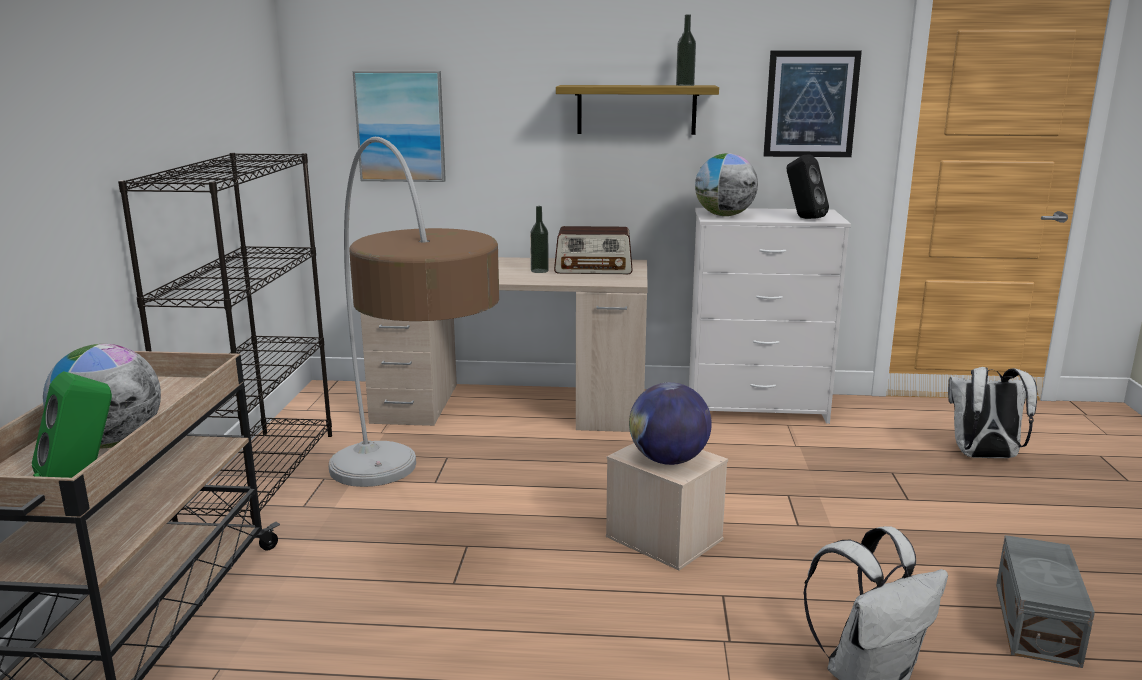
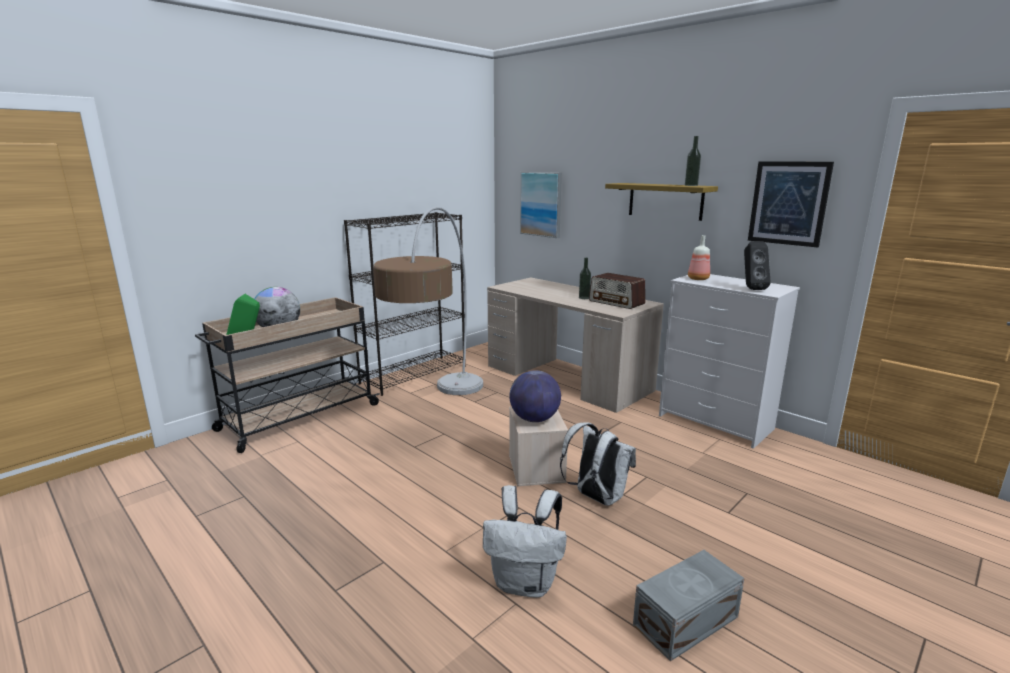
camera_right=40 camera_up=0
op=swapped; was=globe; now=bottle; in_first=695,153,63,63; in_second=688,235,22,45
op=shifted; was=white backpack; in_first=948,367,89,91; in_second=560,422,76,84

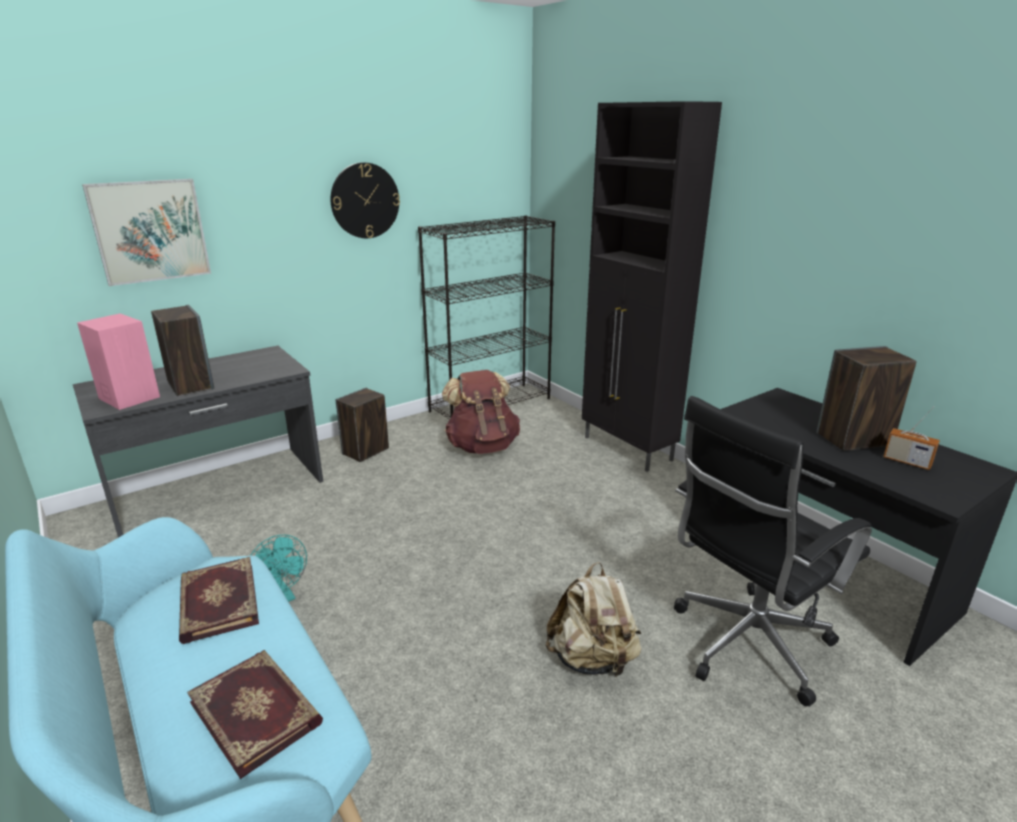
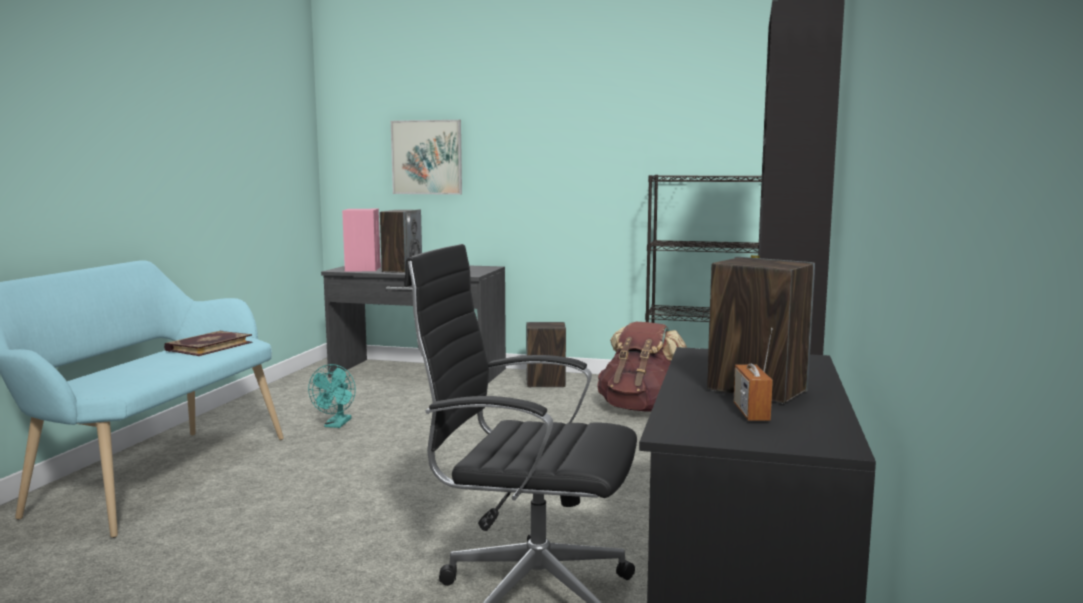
camera_right=50 camera_up=-15
op=gone; was=wall clock; in_first=331,162,69,76
op=gone; was=beige backpack; in_first=545,562,96,116
op=gone; was=book; in_first=187,650,136,129

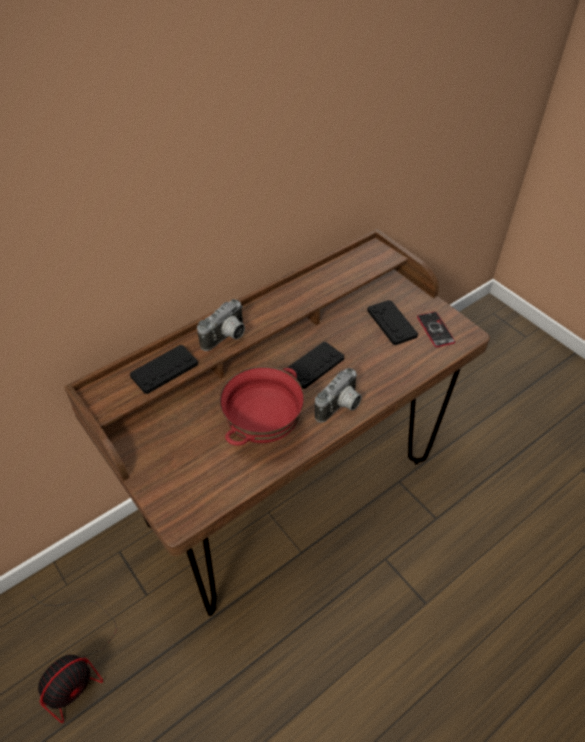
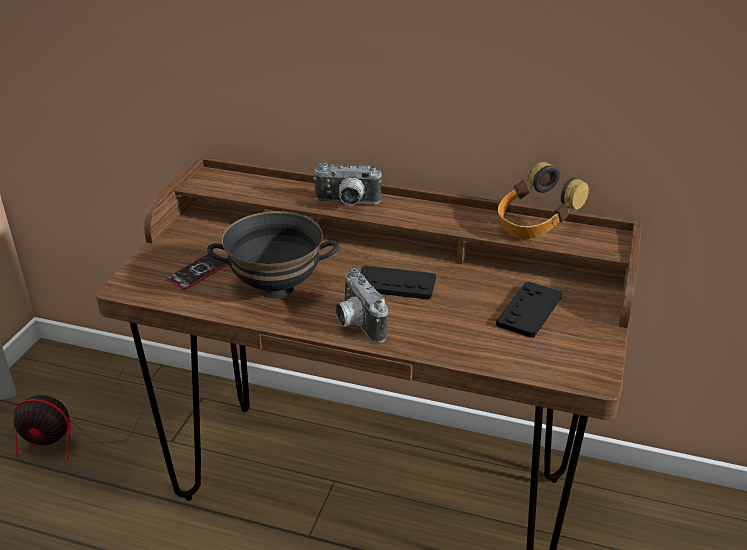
camera_right=55 camera_up=-15
op=shifted; was=phone; in_first=417,312,38,35; in_second=166,254,63,36
op=gone; was=black game controller; in_first=130,345,68,49
op=repainted; was=red bowl; now=black bowl; in_first=220,366,84,80; in_second=207,211,132,87
op=rotated; was=photo camera; in_first=315,368,47,55; in_second=336,267,52,76; clockwise=60
op=new; now=headphones; in_second=498,162,91,77

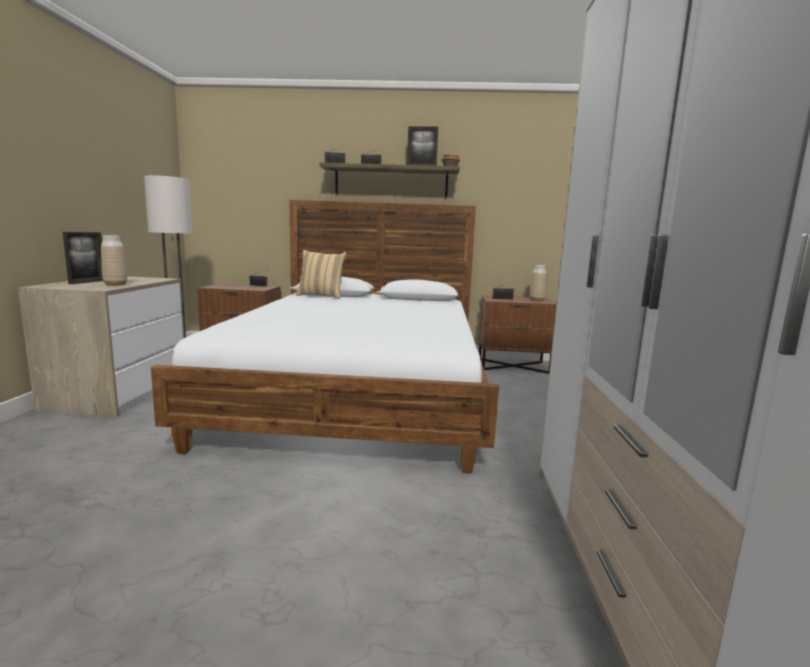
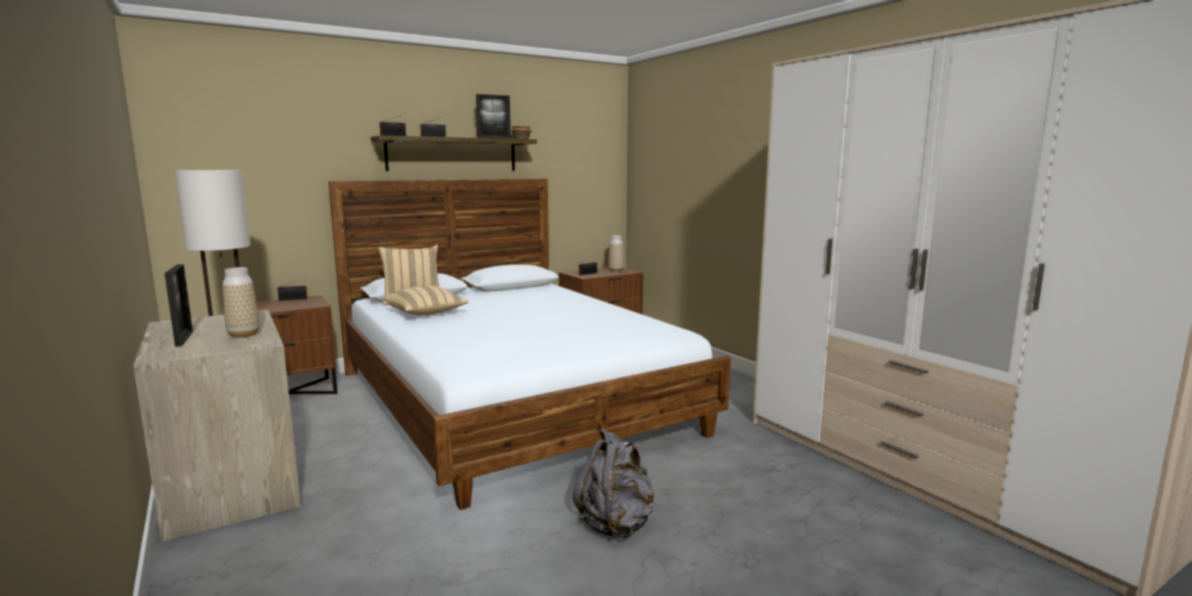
camera_right=-35 camera_up=0
op=new; now=beige pillow; in_second=384,286,85,29
op=new; now=grey backpack; in_second=573,428,82,110

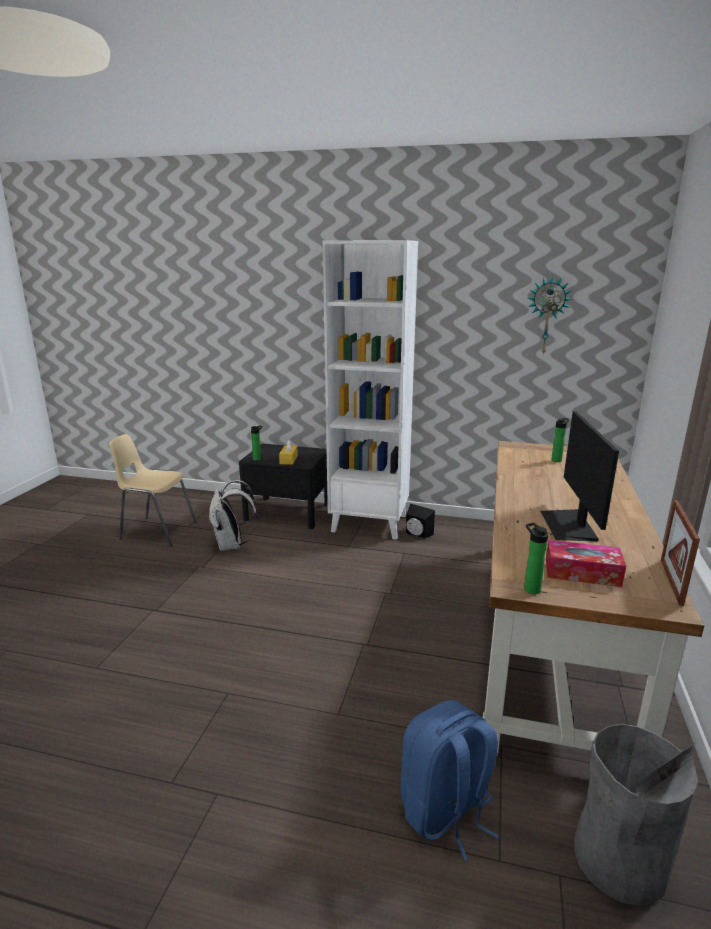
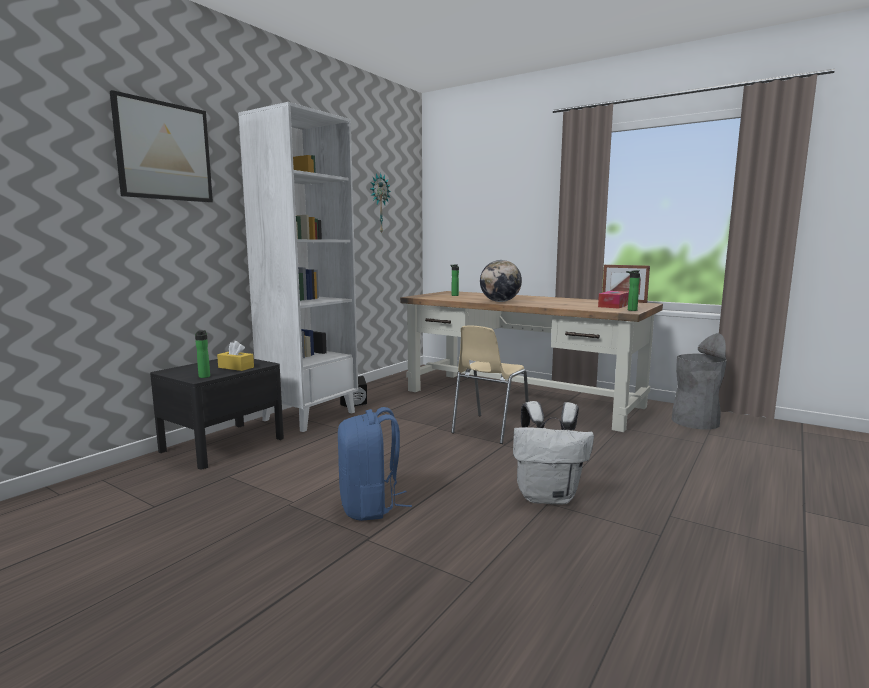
camera_right=-70 camera_up=-10
op=gone; was=monitor; in_first=540,411,79,131
op=shifted; was=beige chair; in_first=109,434,88,112; in_second=451,325,79,119
op=shifted; was=white backpack; in_first=209,480,49,71; in_second=513,401,81,104
op=shifted; was=blue backpack; in_first=400,700,99,161; in_second=338,407,74,114
op=new; now=picture; in_second=110,90,103,112
op=new; now=globe; in_second=480,260,42,42

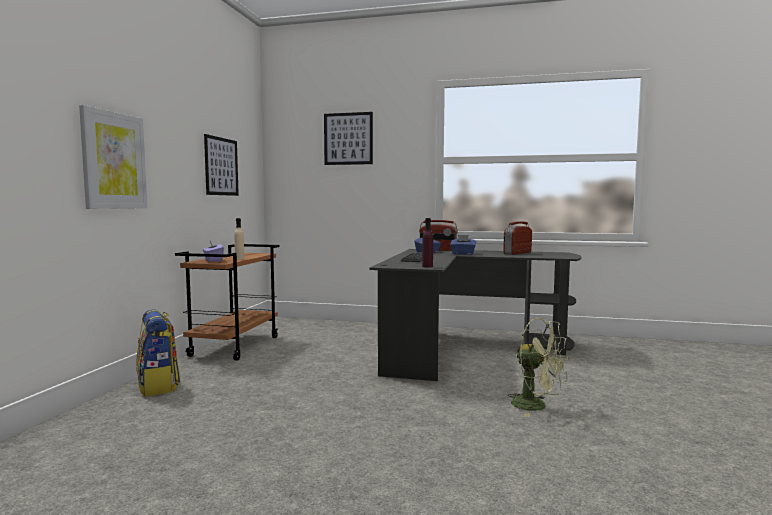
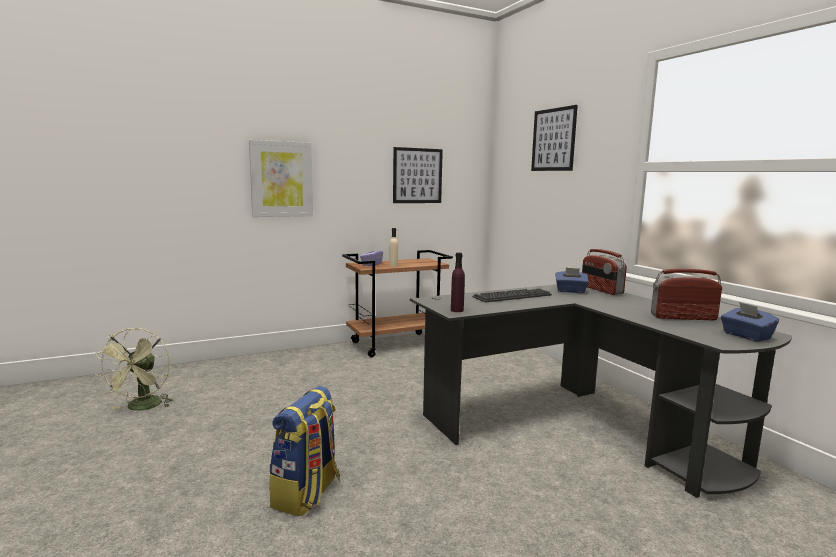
camera_right=50 camera_up=5
op=shifted; was=blue tissue box; in_first=450,235,26,20; in_second=721,302,58,40
op=shifted; was=backpack; in_first=136,309,45,88; in_second=269,386,71,131
op=shifted; was=green fan; in_first=508,318,62,99; in_second=95,328,78,83

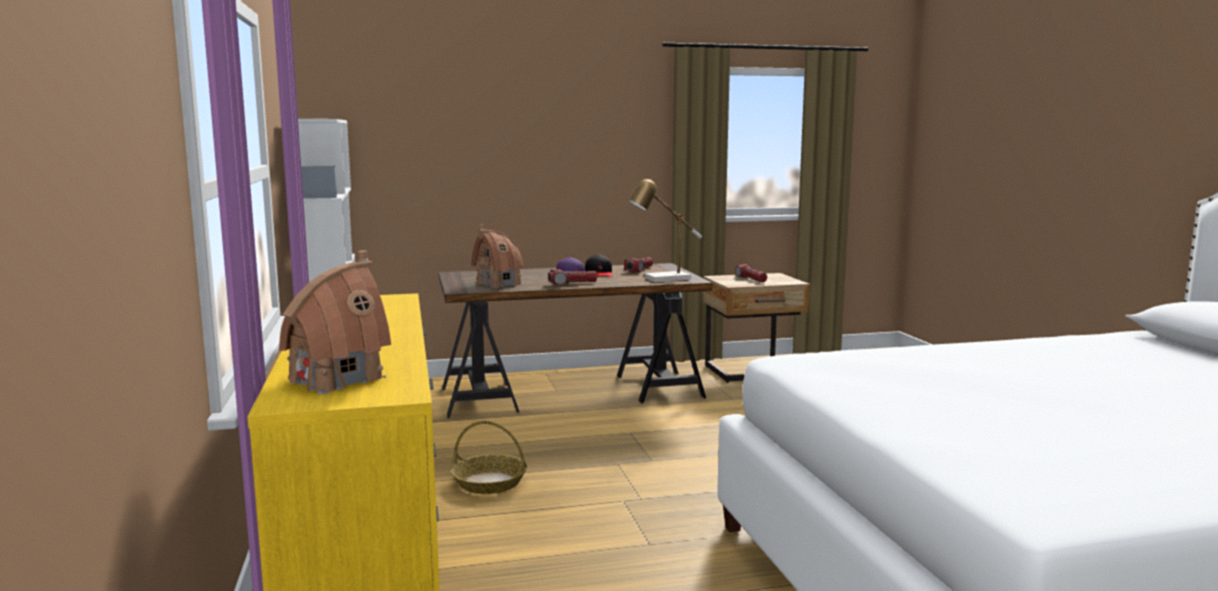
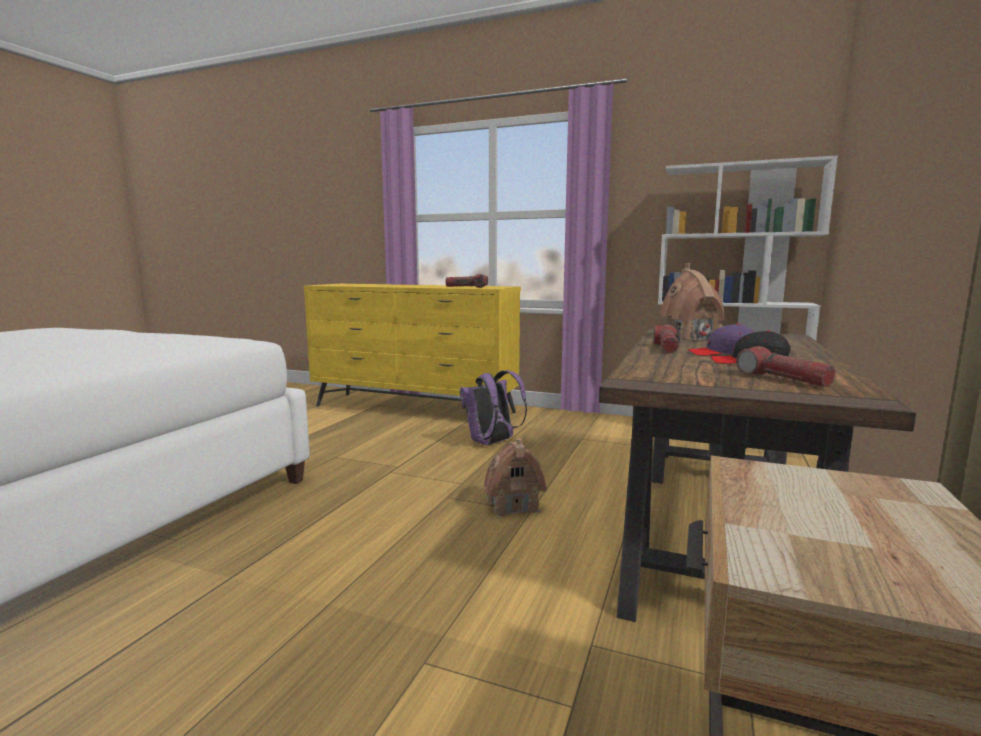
camera_right=125 camera_up=0
op=gone; was=table lamp; in_first=628,177,74,105
op=shifted; was=toy house; in_first=279,250,112,144; in_second=484,439,63,79
op=shifted; was=flashlight; in_first=735,264,32,19; in_second=446,274,42,14
op=swapped; was=basket; now=purple backpack; in_first=451,421,76,73; in_second=460,370,67,75

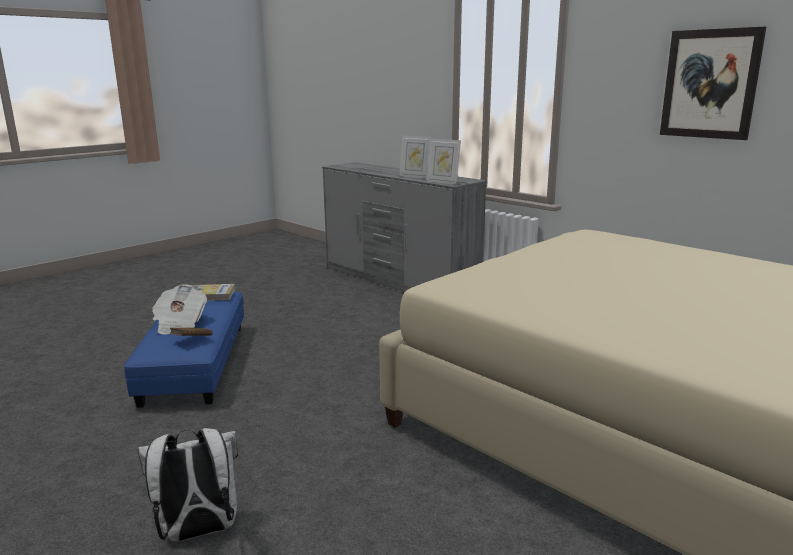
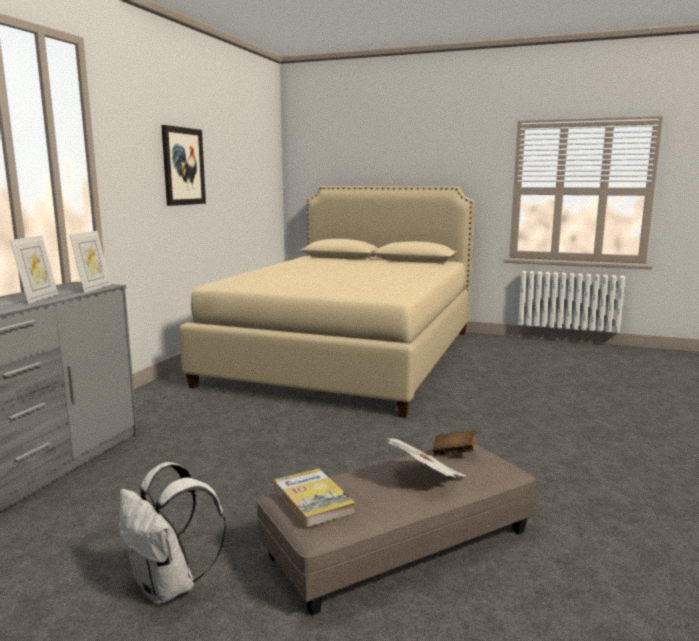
camera_right=-115 camera_up=-5
op=repainted; was=blue ottoman; now=grey ottoman; in_first=124,292,120,116; in_second=257,444,279,172
op=shifted; was=white backpack; in_first=138,428,100,113; in_second=118,462,108,143

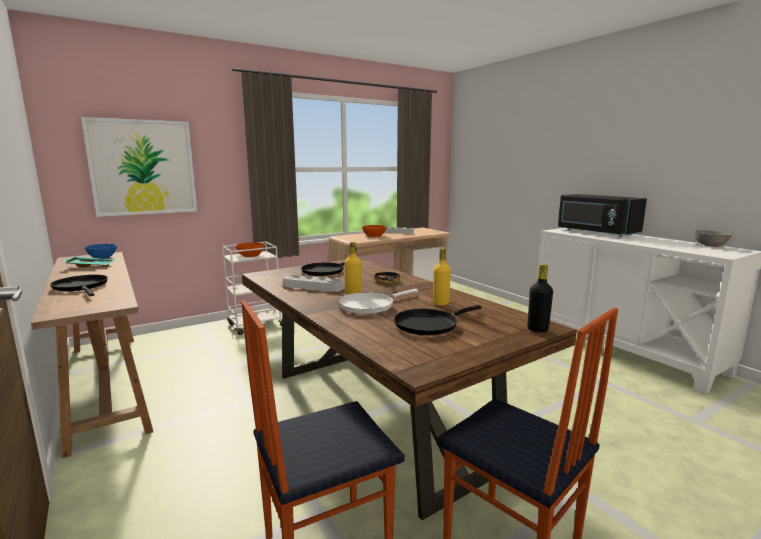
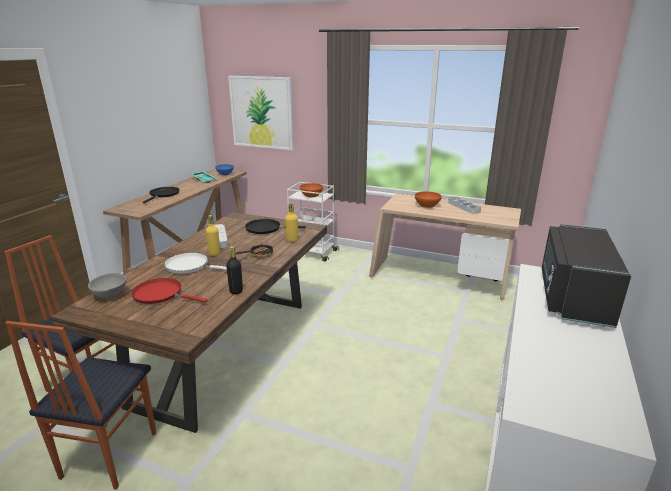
camera_right=55 camera_up=10
op=shifted; was=grey bowl; in_first=694,230,38,17; in_second=88,273,38,25
op=shifted; was=yellow bottle; in_first=433,248,18,57; in_second=285,203,13,39
op=shifted; was=black bottle; in_first=527,264,26,69; in_second=226,246,17,48
op=repainted; was=black frying pan; now=red frying pan; in_first=394,305,88,30; in_second=131,278,77,26

